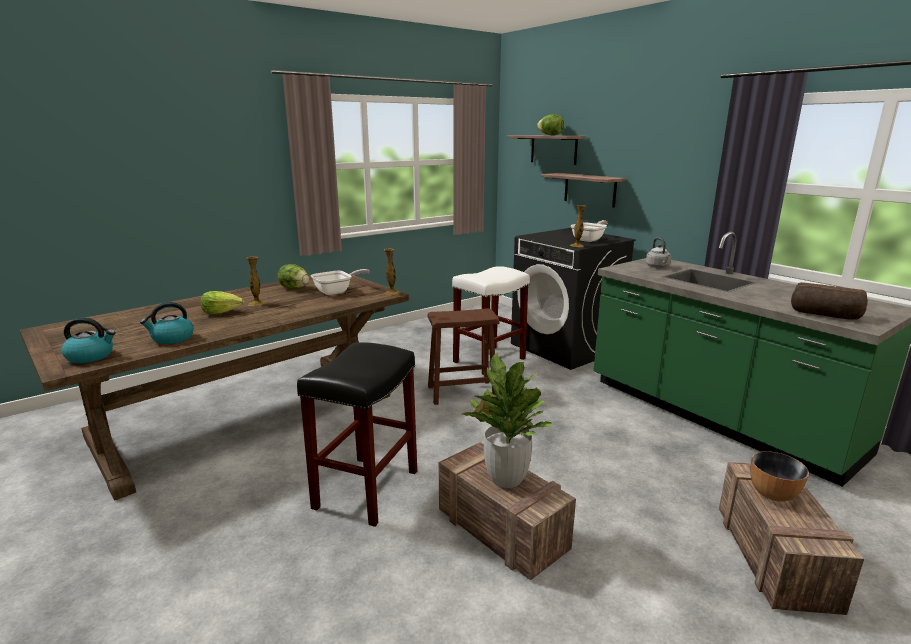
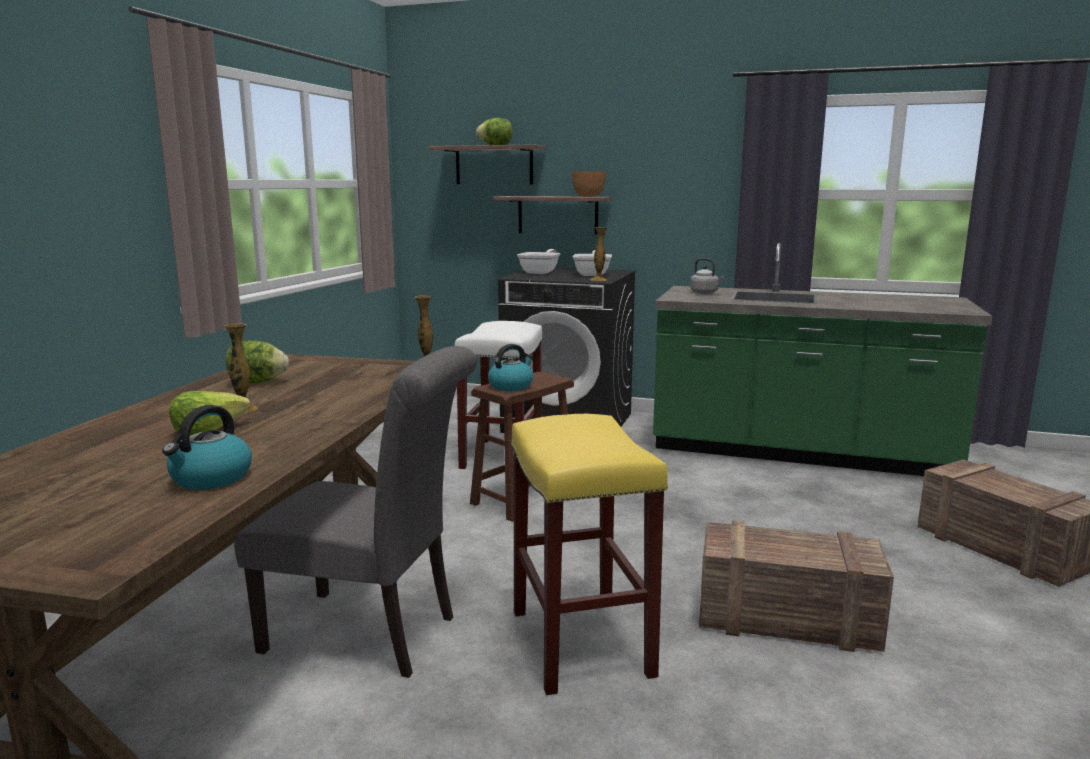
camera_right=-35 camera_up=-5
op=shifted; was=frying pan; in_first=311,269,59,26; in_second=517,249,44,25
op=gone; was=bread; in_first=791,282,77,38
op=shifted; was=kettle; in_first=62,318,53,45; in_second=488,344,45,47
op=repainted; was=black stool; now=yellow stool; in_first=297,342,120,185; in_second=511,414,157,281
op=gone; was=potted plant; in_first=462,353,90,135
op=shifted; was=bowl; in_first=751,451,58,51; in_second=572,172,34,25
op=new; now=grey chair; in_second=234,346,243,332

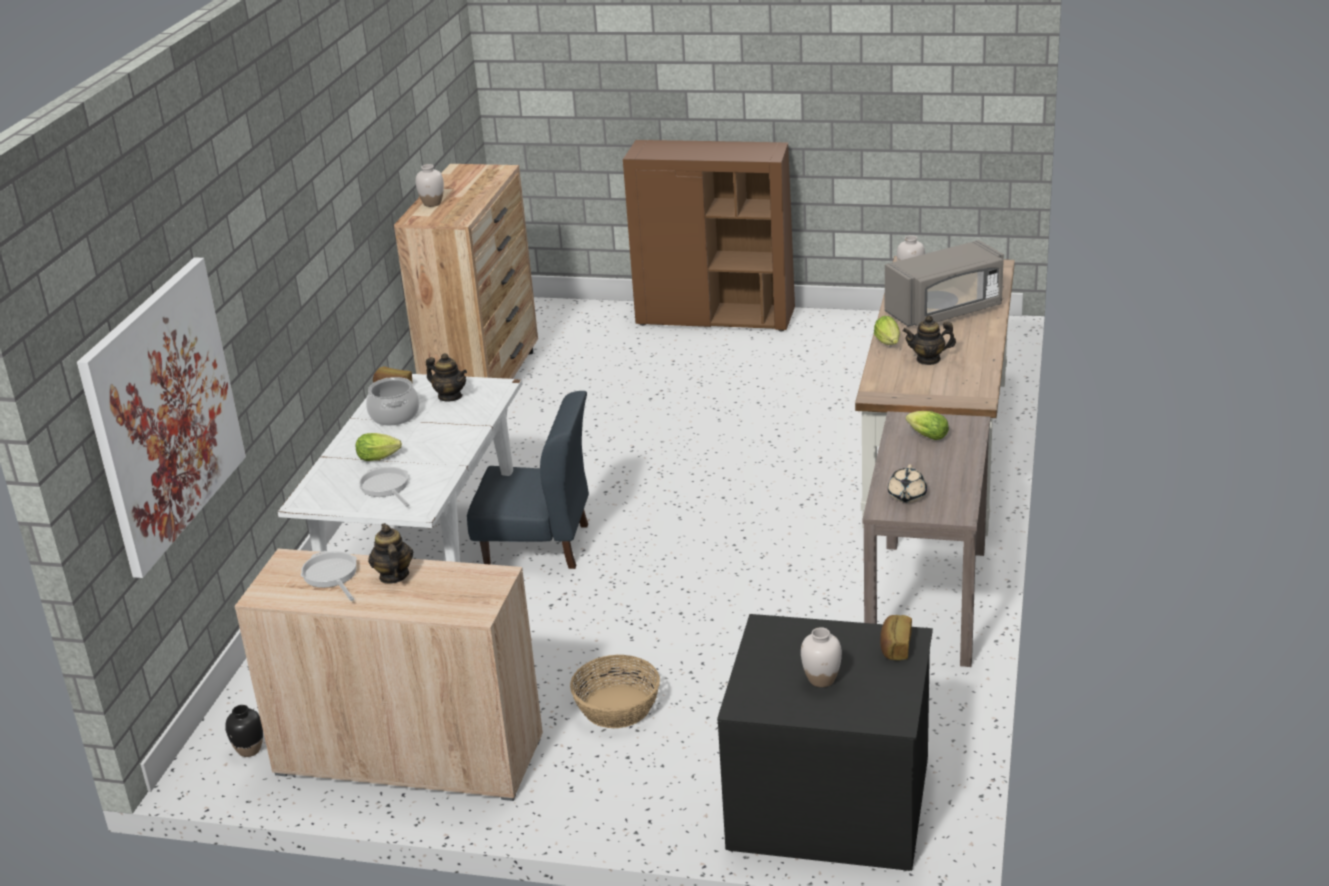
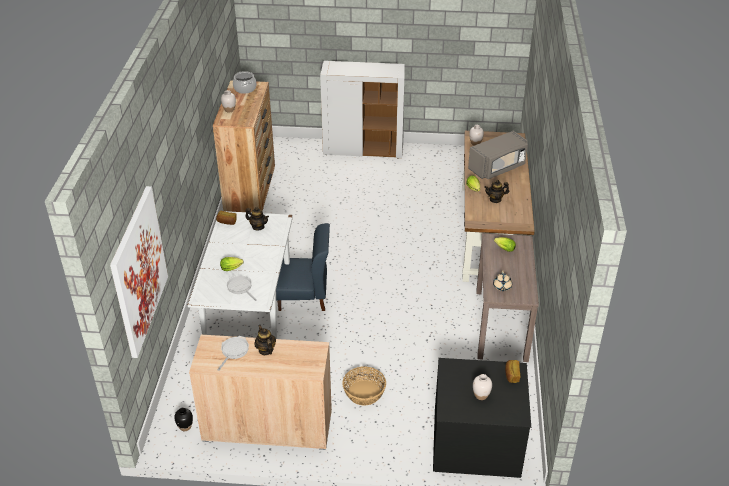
camera_right=-10 camera_up=10
op=repainted; was=brown cabinet; now=white cabinet; in_first=623,140,172,191; in_second=320,61,85,98
op=shifted; was=cooking pot; in_first=366,377,53,49; in_second=233,71,24,23
op=rotated; was=frying pan; in_first=301,551,56,50; in_second=218,336,31,35; clockwise=60

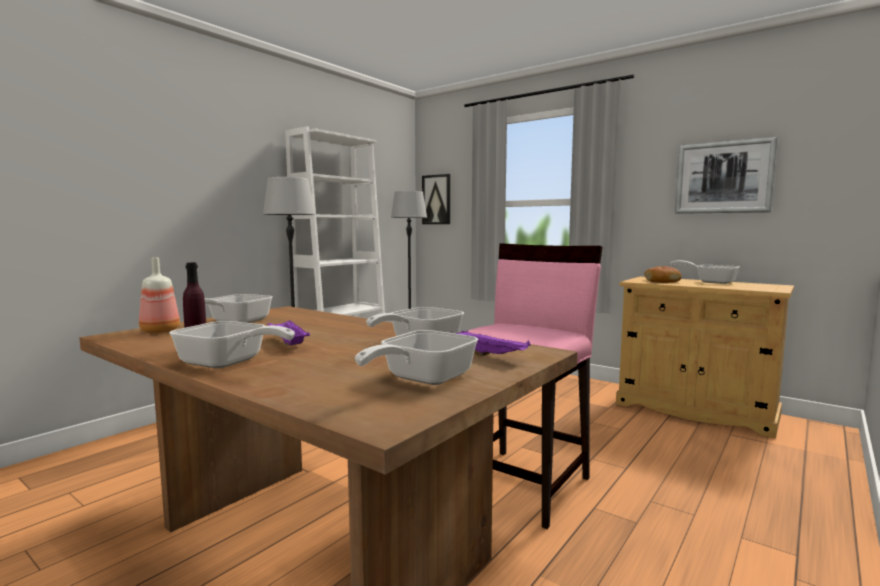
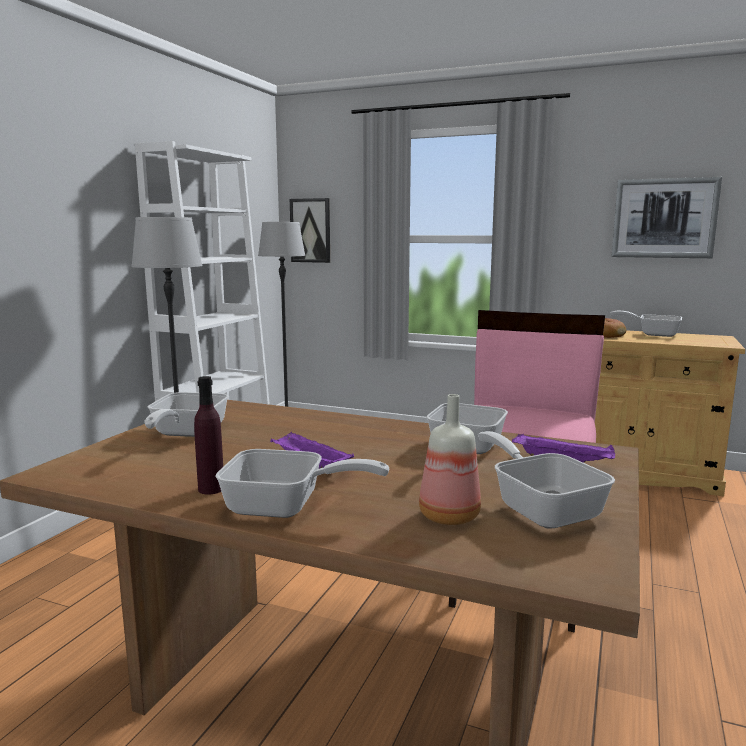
camera_right=-15 camera_up=5
op=shifted; was=bottle; in_first=139,258,41,75; in_second=419,394,62,131
op=rotated; was=frying pan; in_first=355,330,123,55; in_second=478,431,137,98; clockwise=135

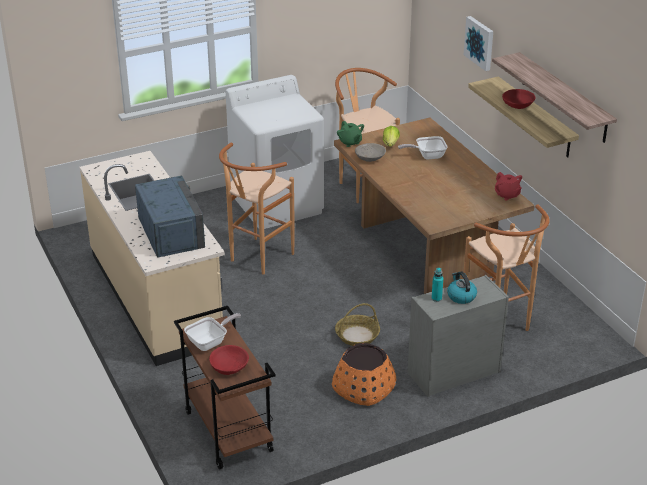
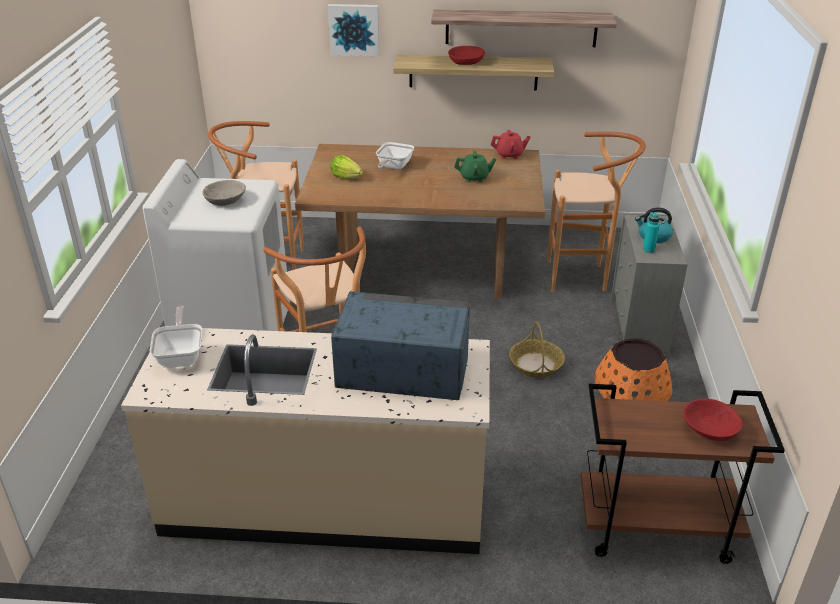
camera_right=-60 camera_up=0
op=shifted; was=green teapot; in_first=337,121,27,26; in_second=454,151,42,31
op=shifted; was=grey bowl; in_first=355,143,31,19; in_second=203,180,43,26
op=shifted; was=frying pan; in_first=184,313,57,38; in_second=150,306,52,62

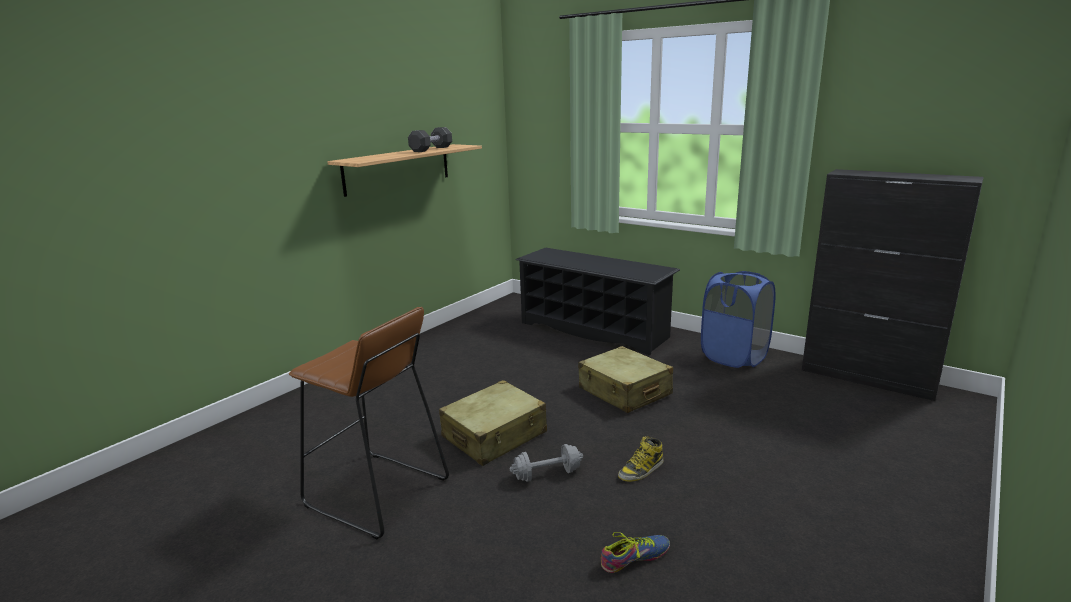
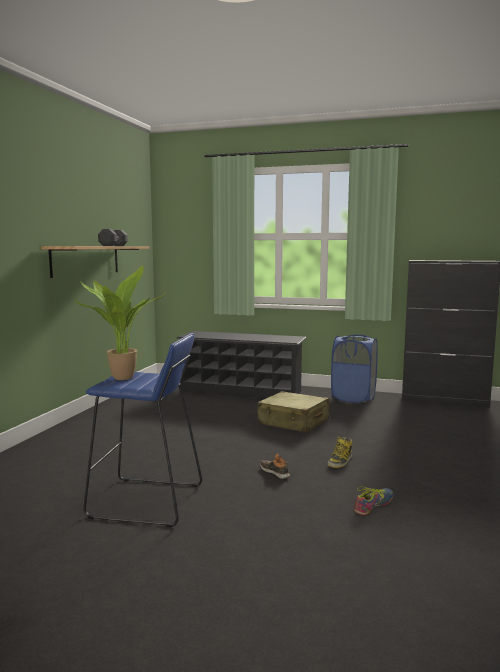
camera_right=-20 camera_up=-10
op=repainted; was=brown stool; now=blue stool; in_first=289,307,160,233; in_second=83,333,119,194
op=gone; was=beige suitcase; in_first=439,380,108,86
op=swapped; was=grey dumbbell; now=shoe; in_first=510,444,73,38; in_second=260,454,30,25
op=new; now=potted plant; in_second=74,266,90,114

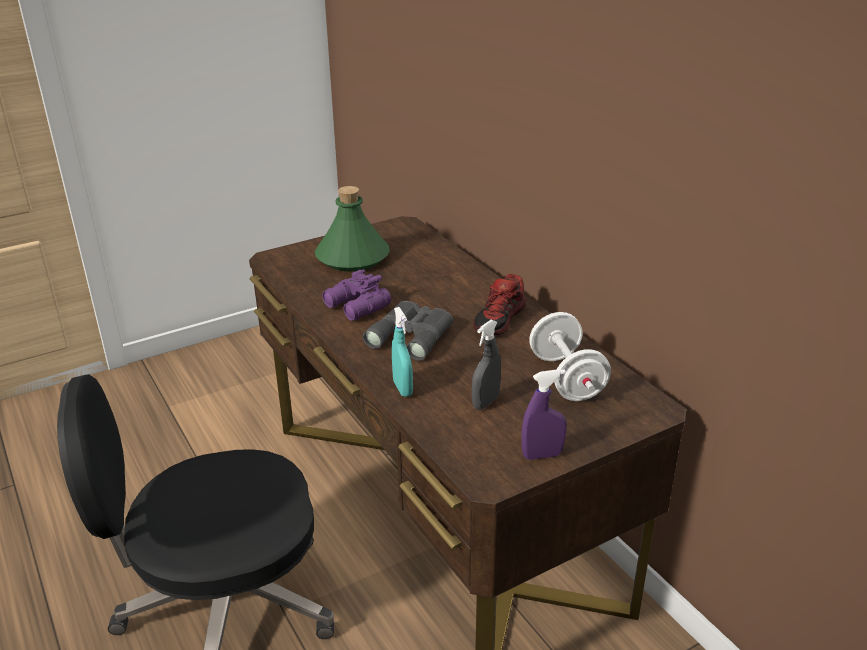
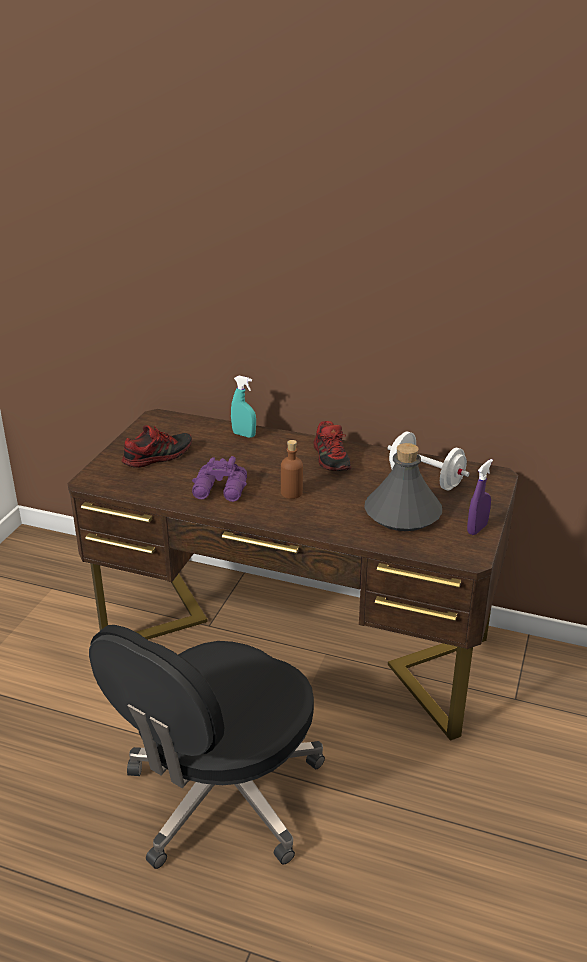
camera_right=-40 camera_up=0
op=swapped; was=green bottle; now=shoe; in_first=315,186,75,86; in_second=122,425,70,43
op=swapped; was=grey binoculars; now=brown bottle; in_first=363,301,90,60; in_second=281,440,22,59
op=shifted; was=turquoise spray bottle; in_first=392,307,21,90; in_second=231,375,25,63
op=swapped; was=grey spray bottle; now=grey bottle; in_first=472,320,29,90; in_second=364,443,78,88

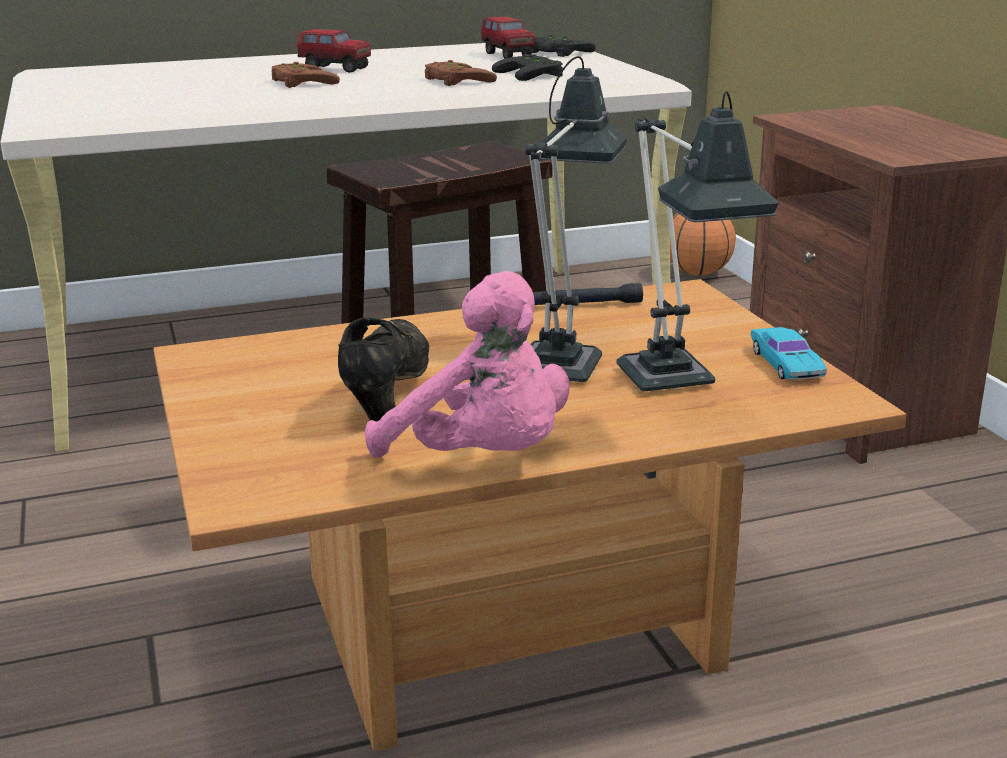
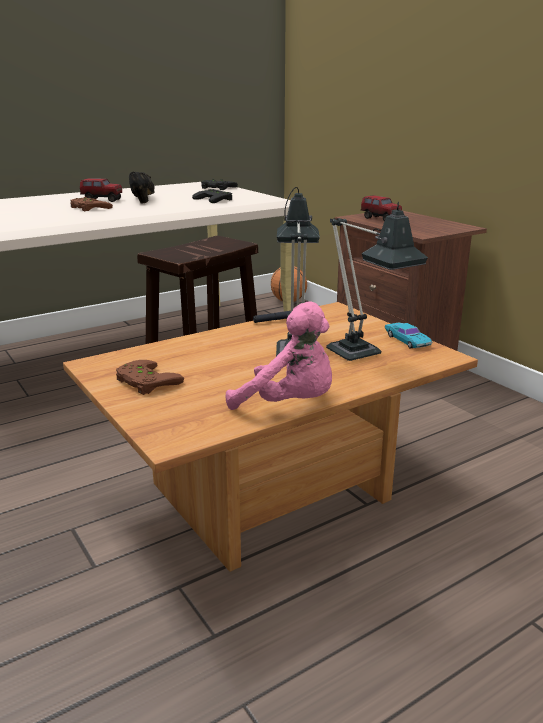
camera_right=-15 camera_up=0
op=shifted; was=toy truck; in_first=481,16,54,43; in_second=361,195,41,26
op=shifted; was=brown game controller; in_first=425,60,72,26; in_second=116,360,68,35
op=shifted; was=black shoe; in_first=338,317,91,104; in_second=129,172,25,31

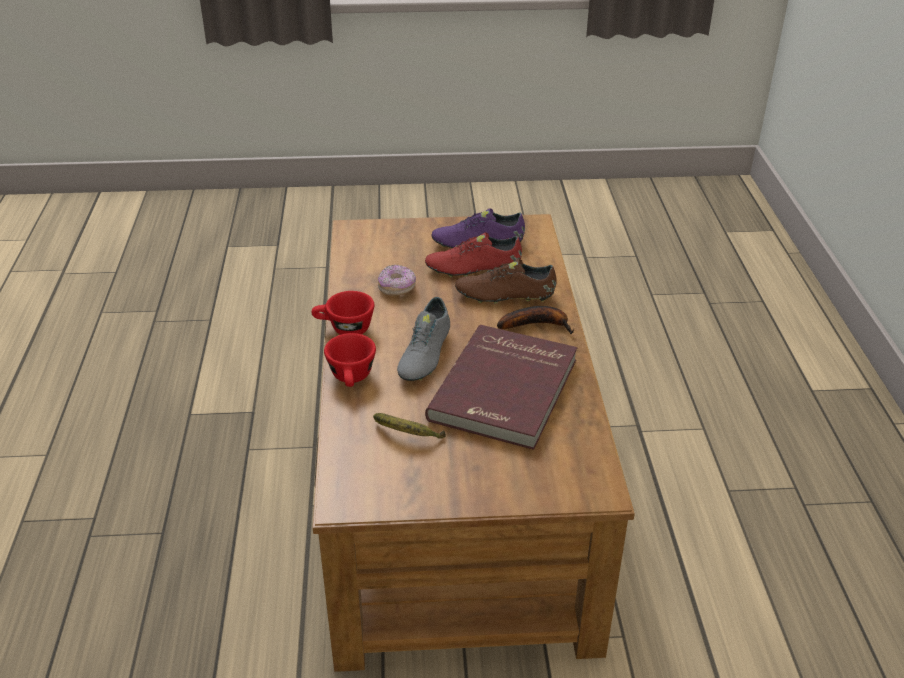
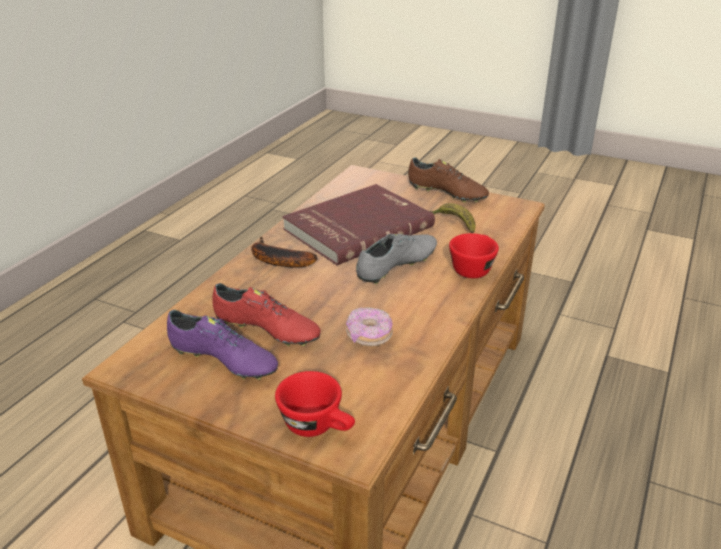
camera_right=-150 camera_up=-5
op=shifted; was=brown shoe; in_first=455,259,102,45; in_second=408,157,81,46
op=shifted; was=red cup; in_first=311,291,63,44; in_second=275,371,80,66

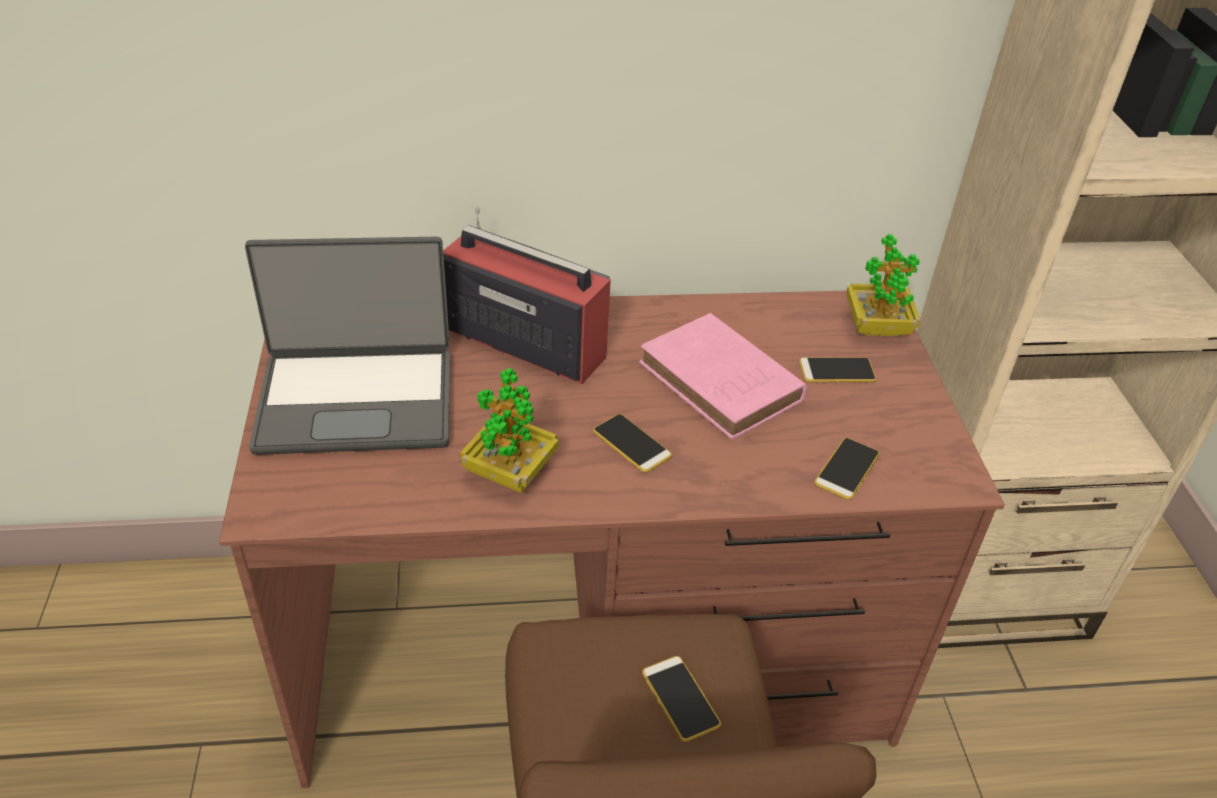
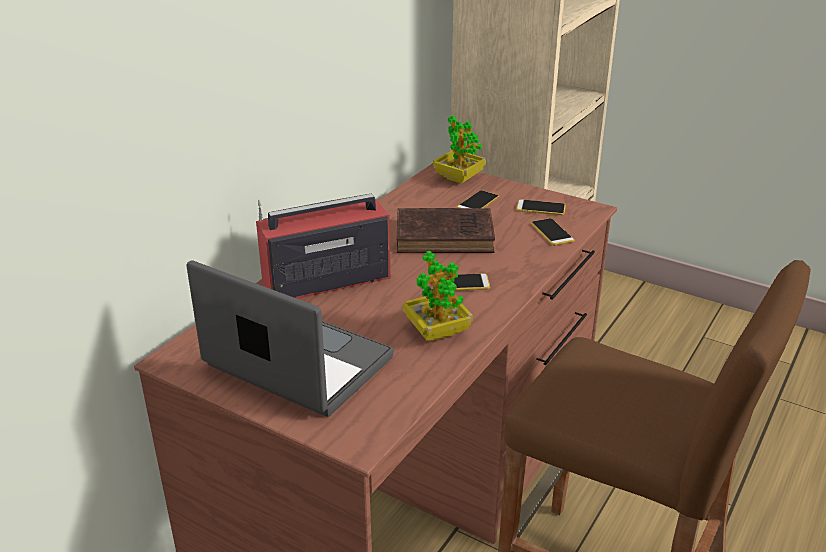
camera_right=-50 camera_up=-10
op=rotated; was=laptop; in_first=245,237,205,218; in_second=186,260,208,157; clockwise=-90
op=repainted; was=pink book; now=brown book; in_first=639,313,168,127; in_second=397,208,98,45
op=shifted; was=phone; in_first=642,656,79,86; in_second=516,199,50,16

